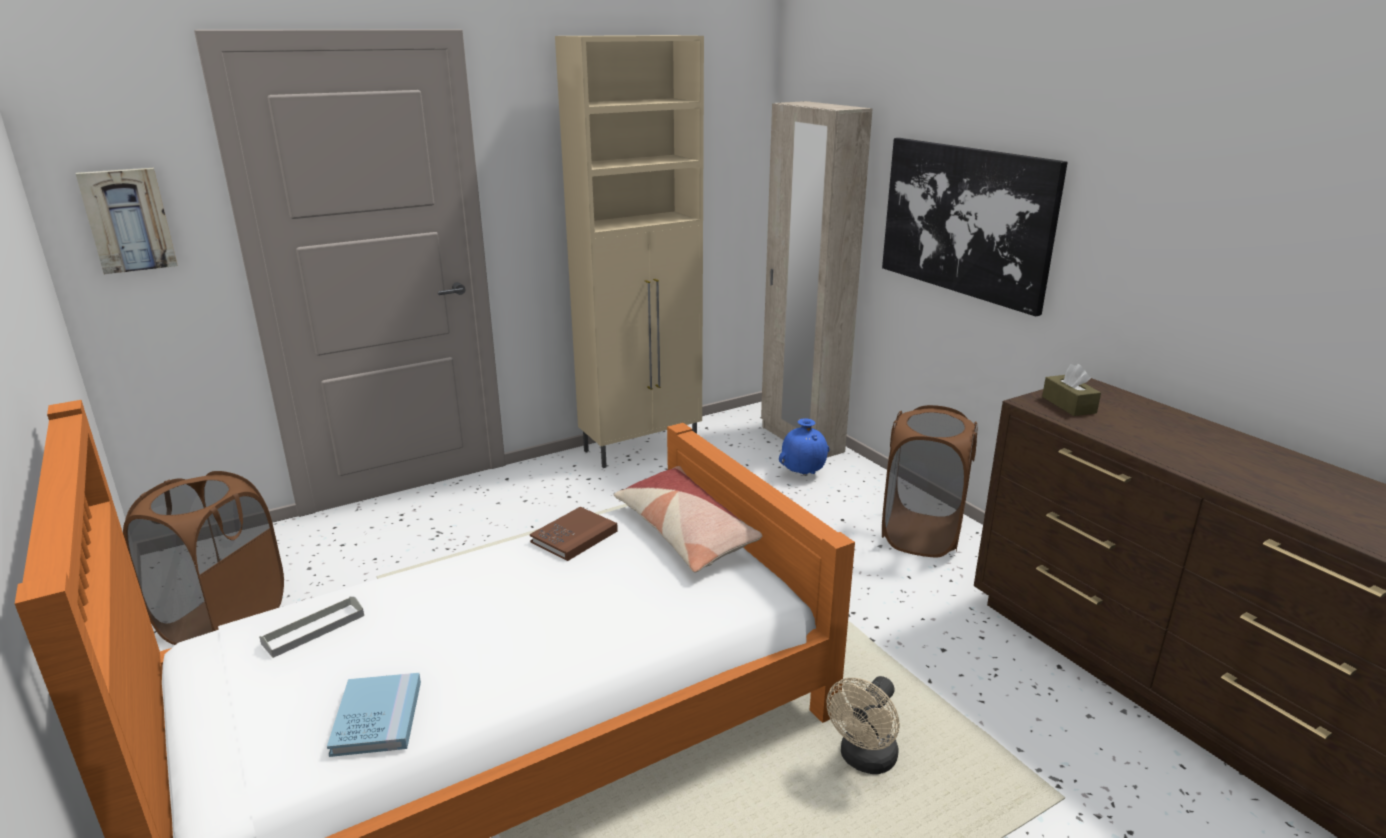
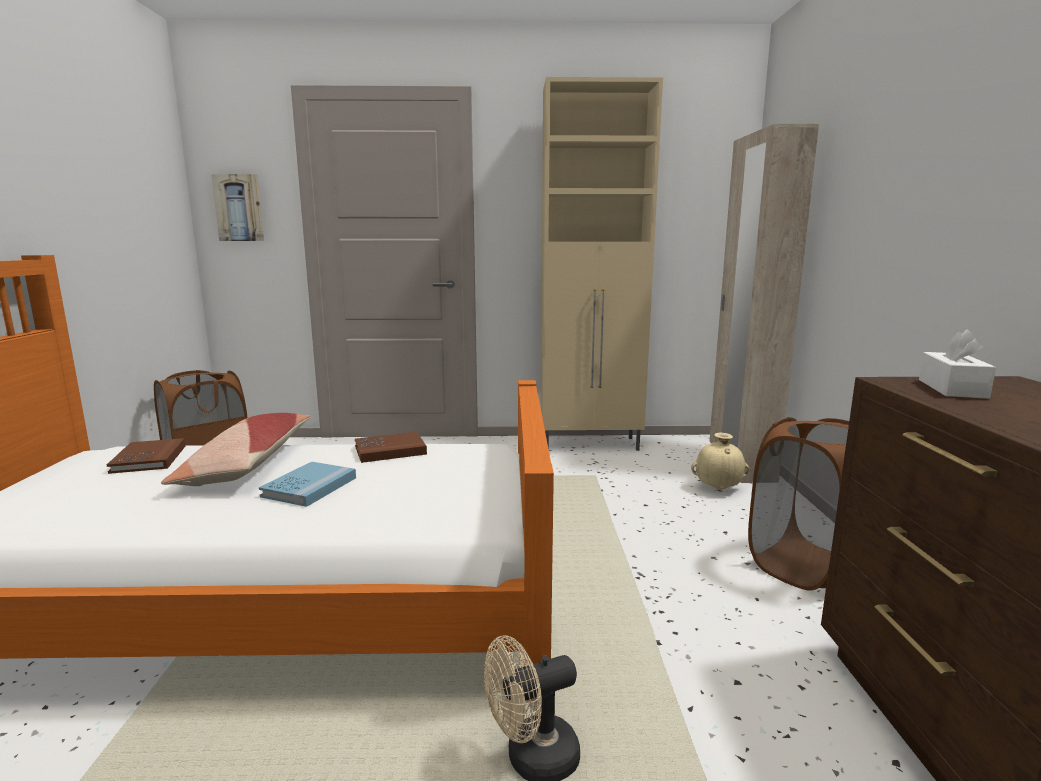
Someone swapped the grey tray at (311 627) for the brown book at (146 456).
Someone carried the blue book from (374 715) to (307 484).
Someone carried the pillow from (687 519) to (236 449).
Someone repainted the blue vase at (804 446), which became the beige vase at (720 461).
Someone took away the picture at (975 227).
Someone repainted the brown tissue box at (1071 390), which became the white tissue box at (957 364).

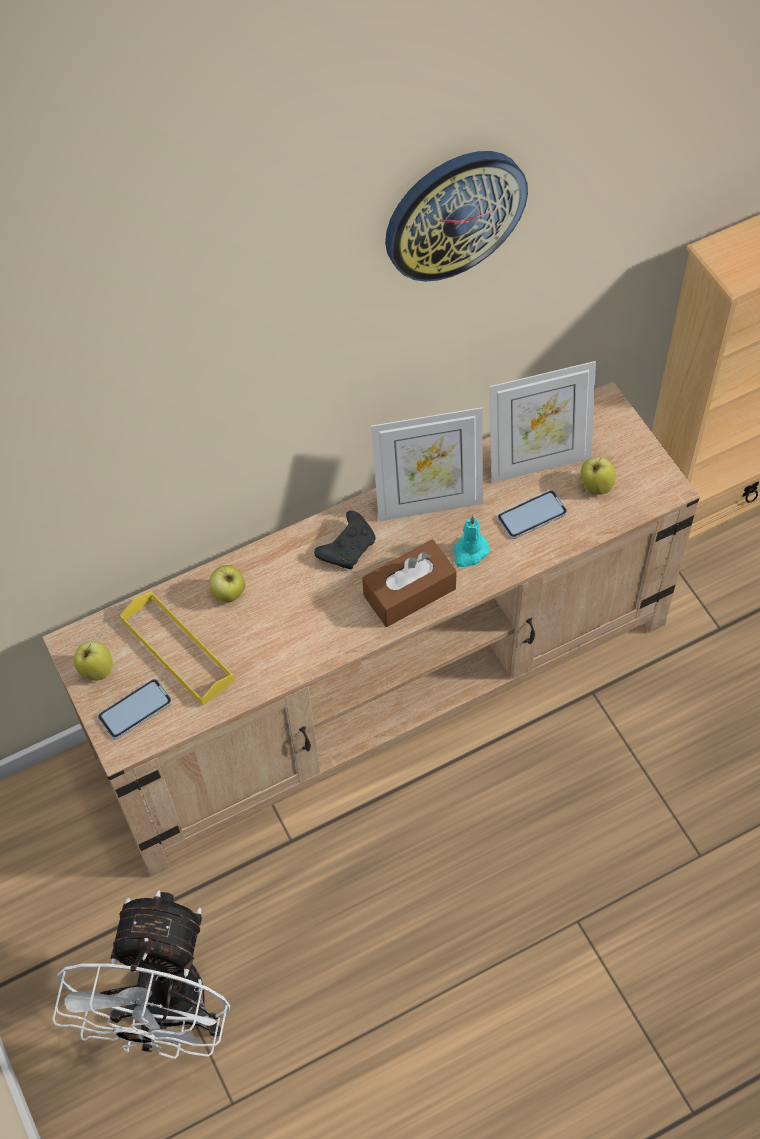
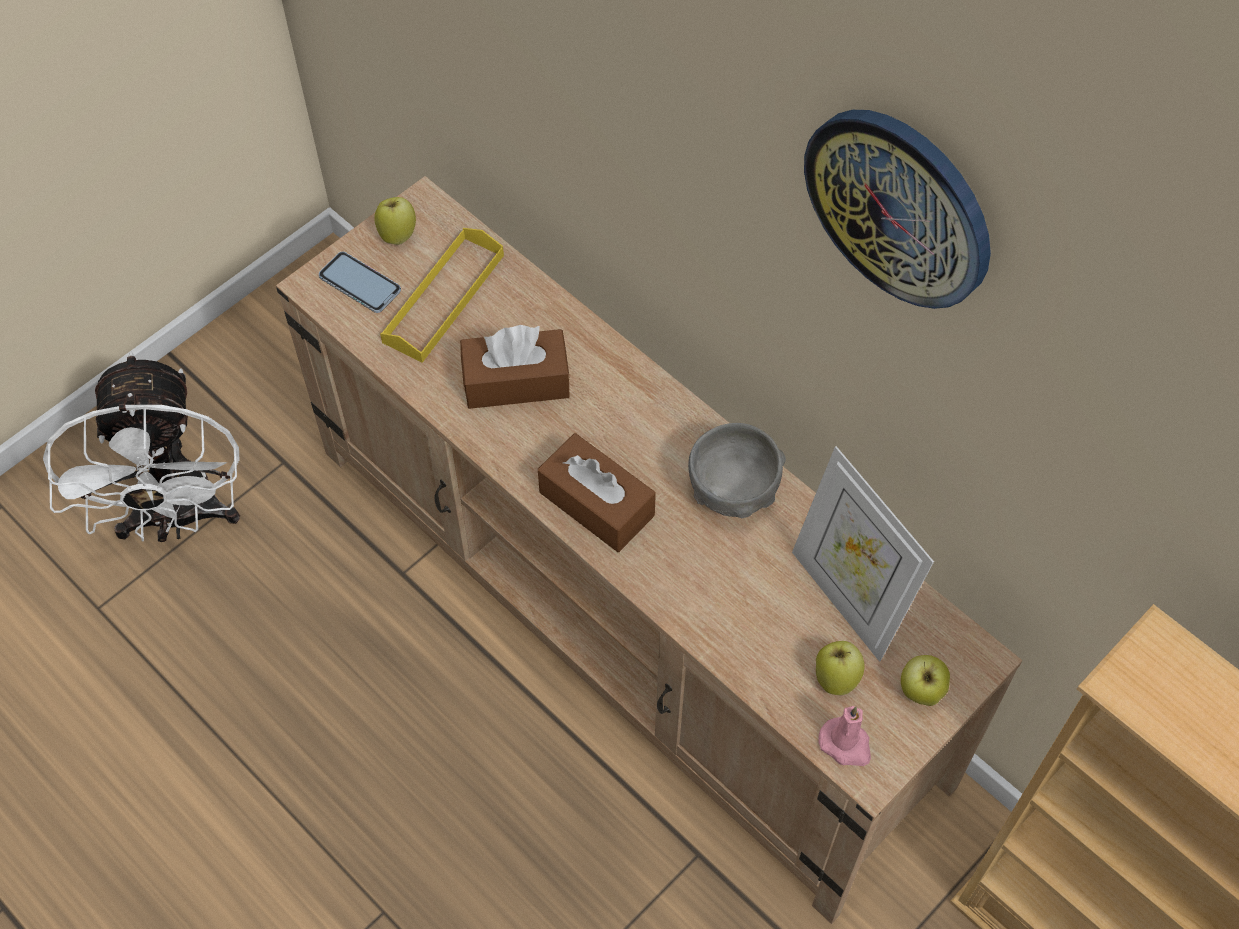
Someone rotated the white fan at (141 974) by 90 degrees counterclockwise.
Someone carried the apple from (227 583) to (925 680).
Someone took away the black game controller at (345 540).
Someone swapped the picture frame at (427 464) for the grey bowl at (737 470).
Someone took away the turquoise candle at (471 541).
Someone took away the phone at (532 514).
Someone put down the brown tissue box at (515 367).
Someone put down the pink candle at (844 736).

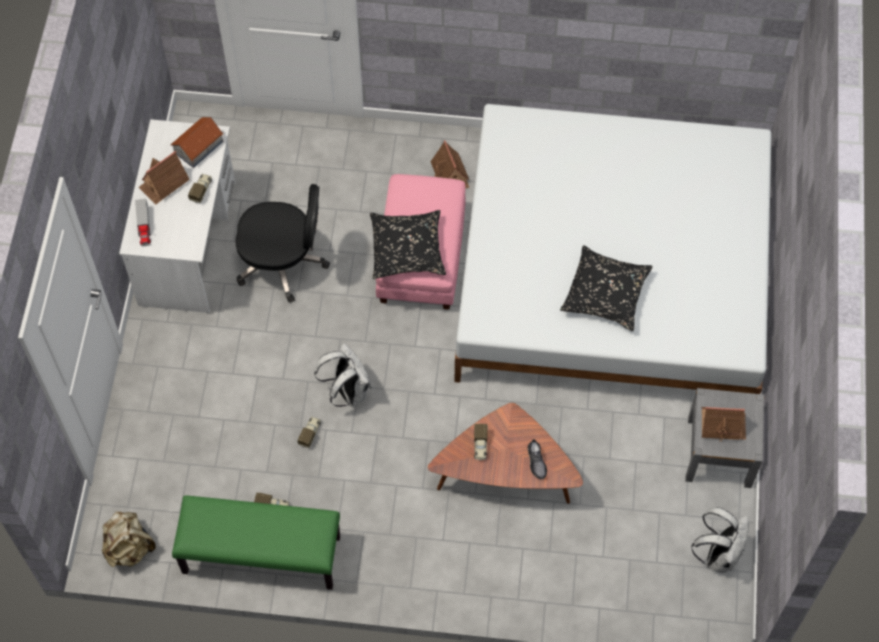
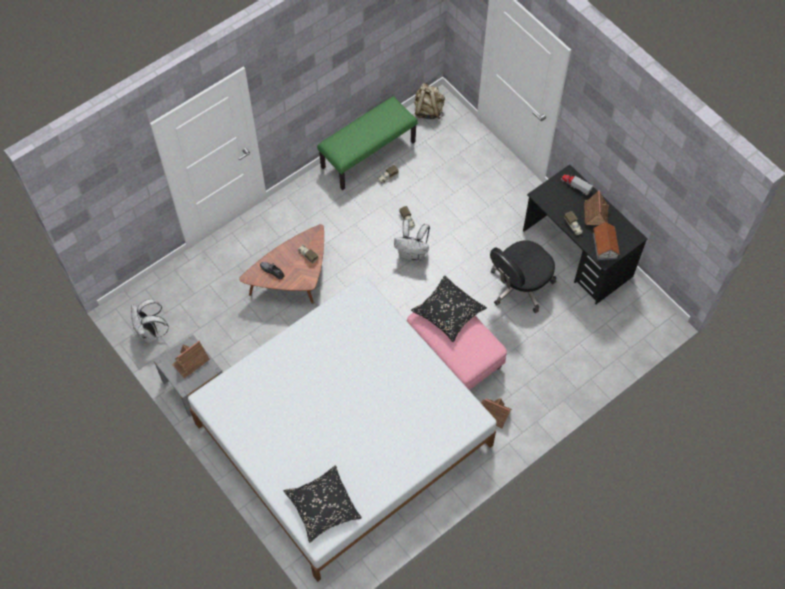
Someone repainted the white desk at (177 216), which became the black desk at (585 234).
Someone carried the black pillow from (606 288) to (323 504).

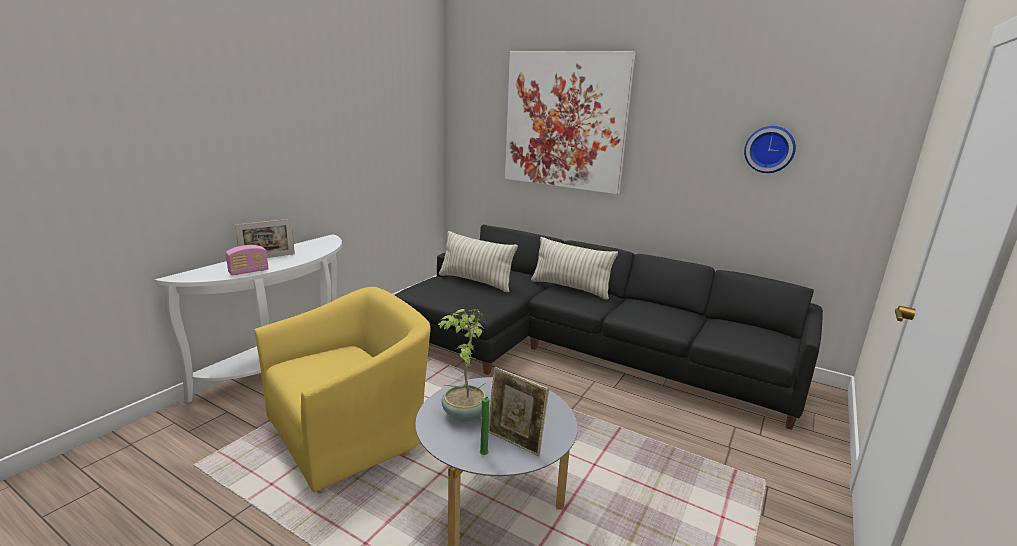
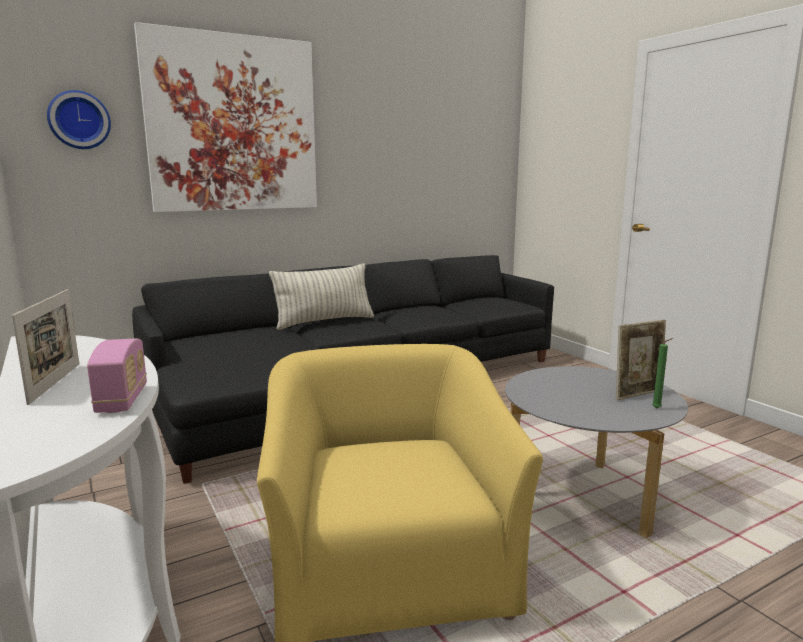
Someone took away the potted plant at (462 365).
Someone took away the pillow at (478 261).
Someone carried the wall clock from (770 149) to (79 119).

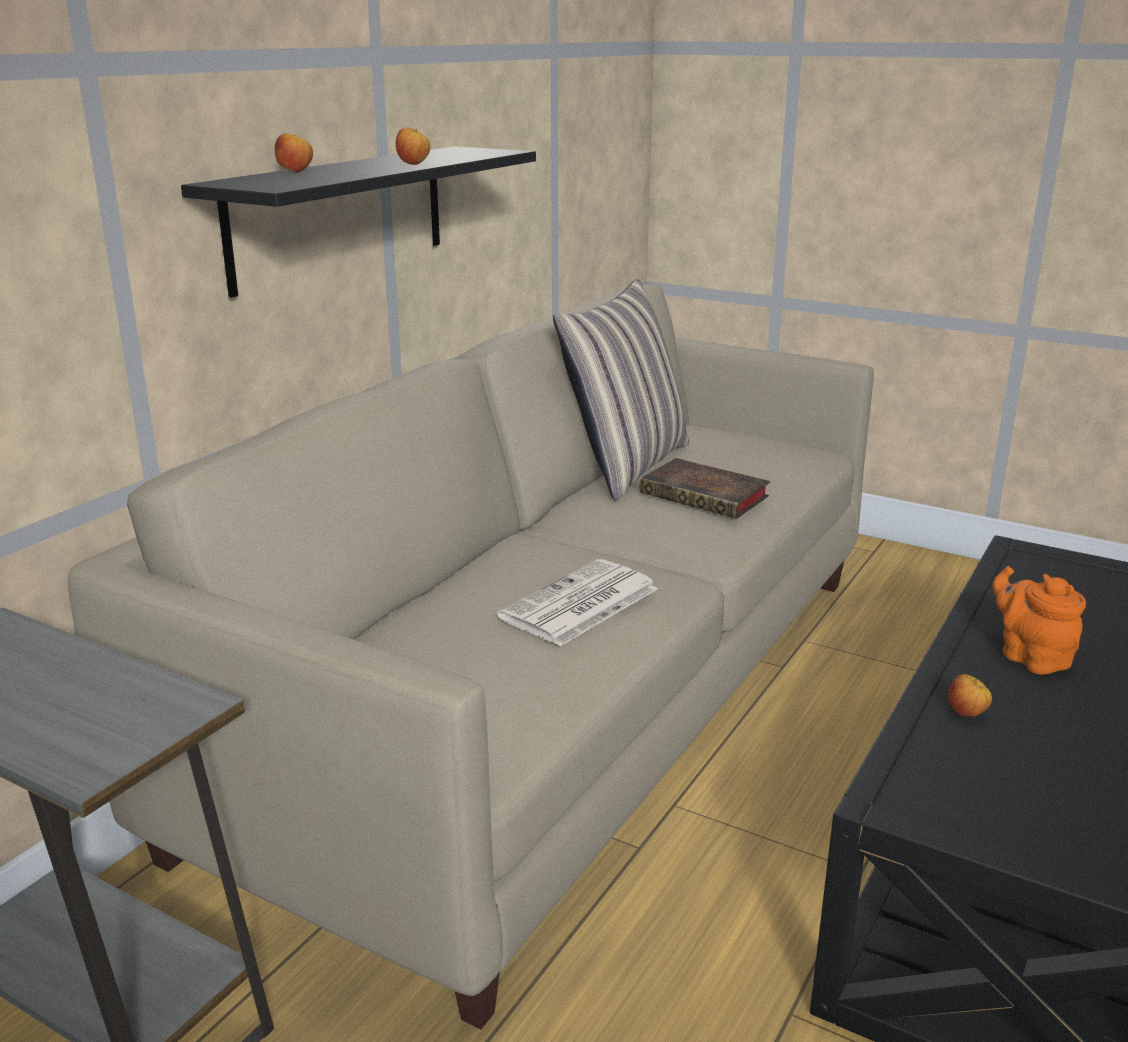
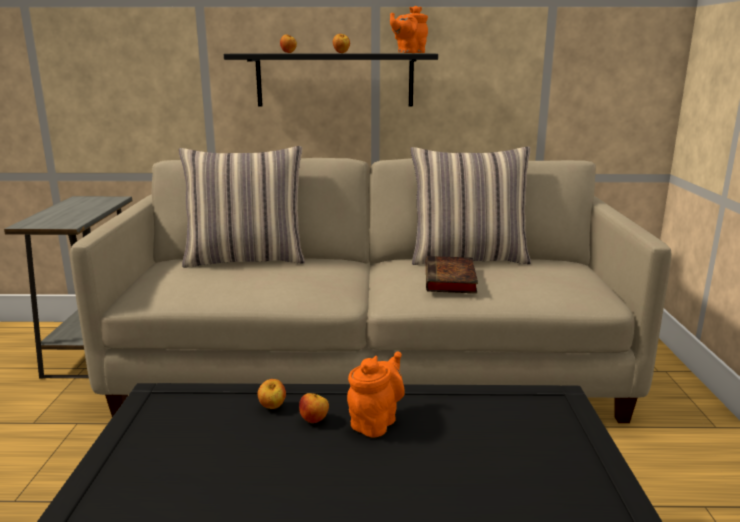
Someone took away the newspaper at (577 602).
Someone put down the pillow at (242 207).
Someone put down the apple at (314 408).
Someone put down the orange teapot at (409 29).

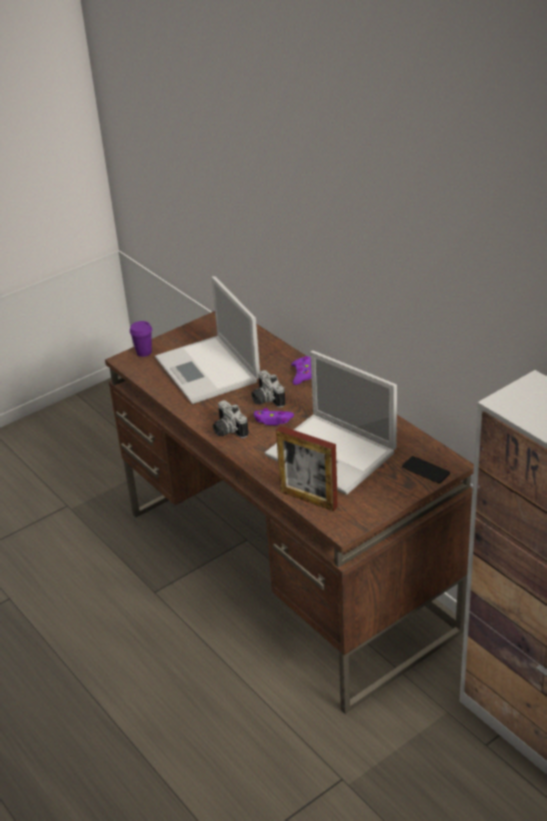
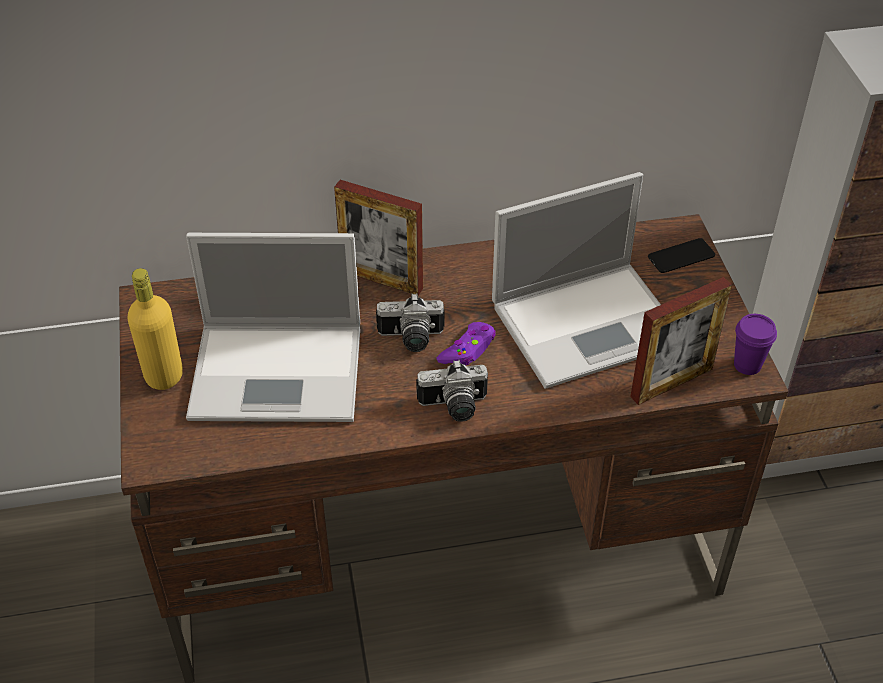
Someone carried the purple cup from (141 339) to (755 344).
Someone swapped the purple game controller at (301 370) for the picture frame at (378 237).
Someone put down the yellow bottle at (155 329).

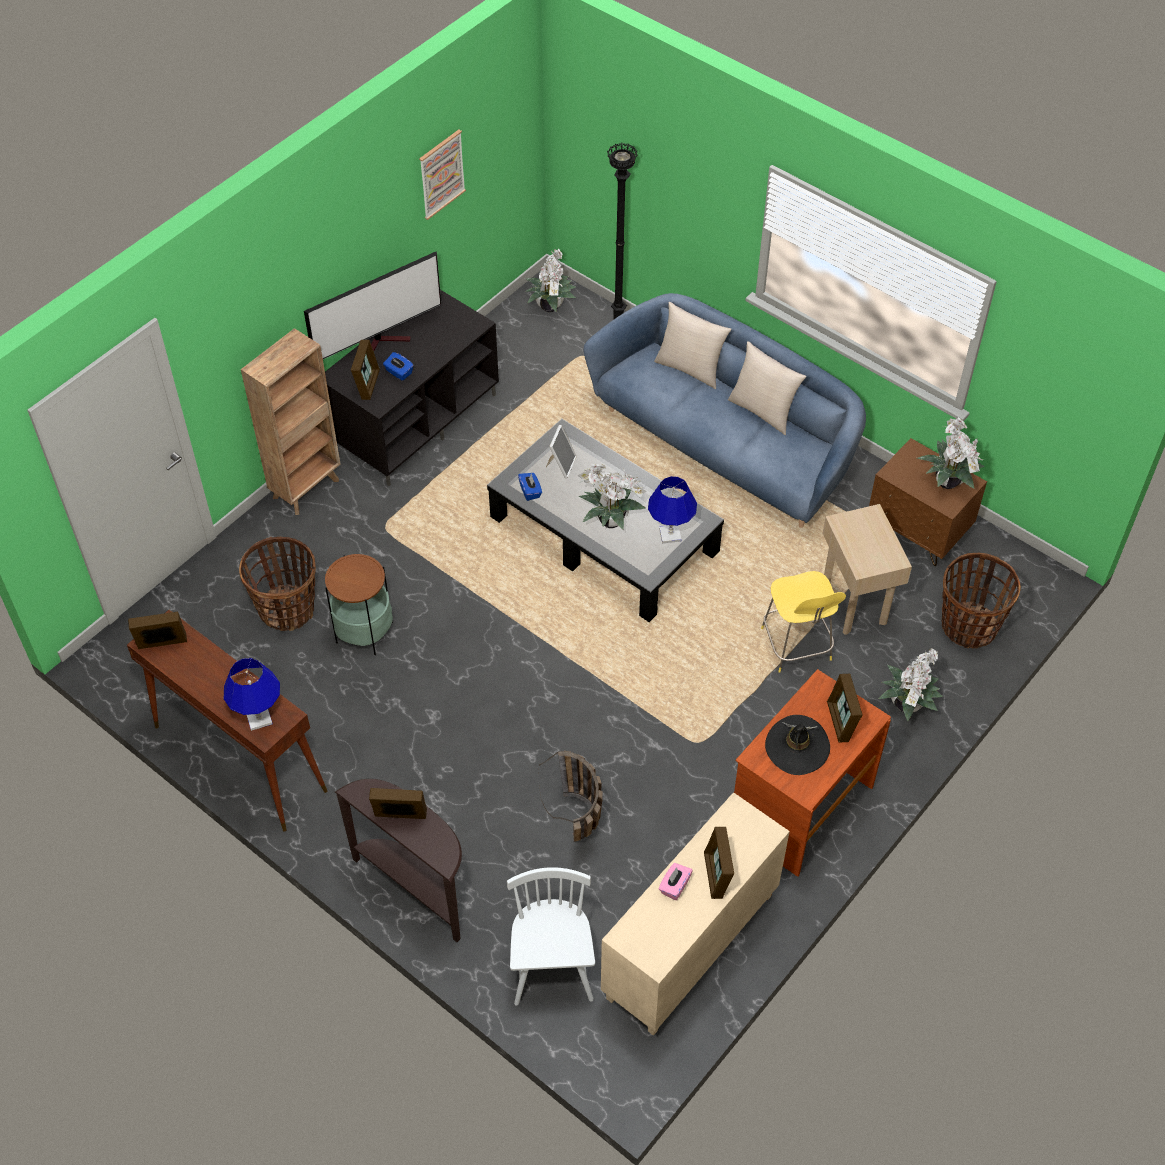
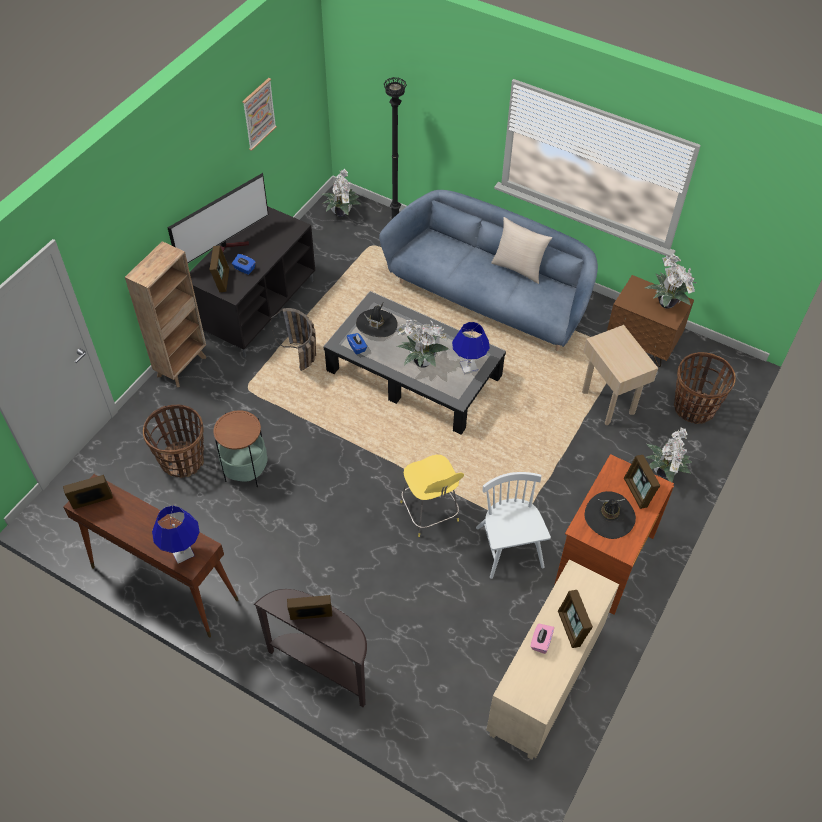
Someone carried the white chair from (551 936) to (513 525).
Someone carried the basket from (571 796) to (293 339).
Someone swapped the picture frame at (561 452) for the black hat at (376 320).
Someone took away the beige pillow at (693 345).
Someone carried the yellow stool from (803 622) to (432 496).

